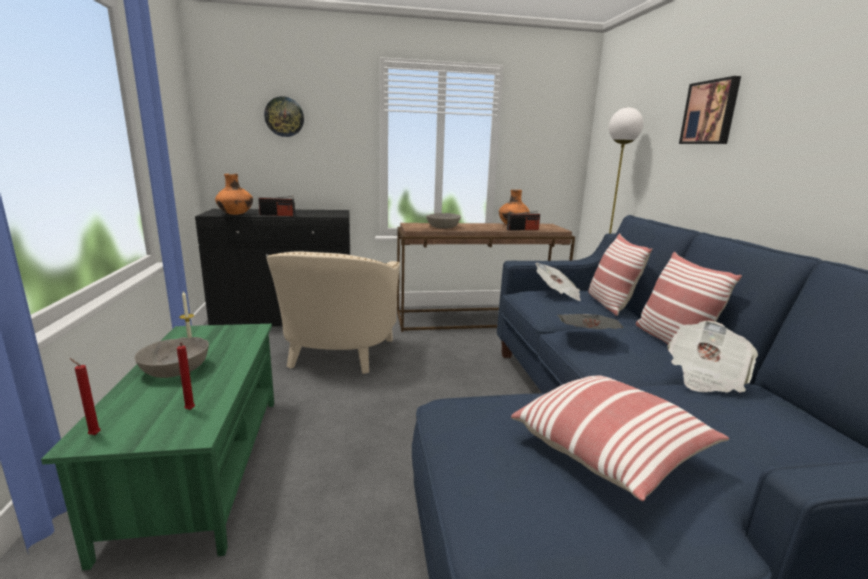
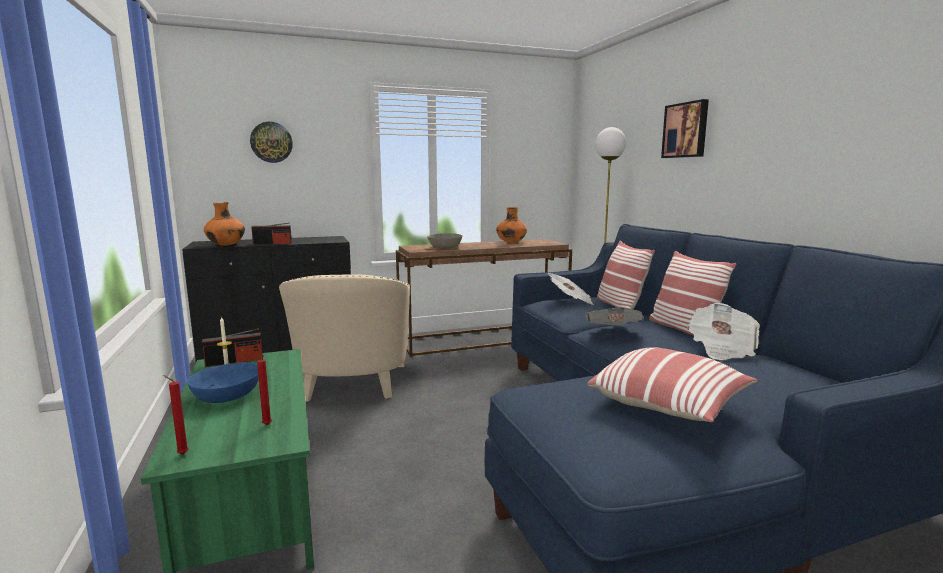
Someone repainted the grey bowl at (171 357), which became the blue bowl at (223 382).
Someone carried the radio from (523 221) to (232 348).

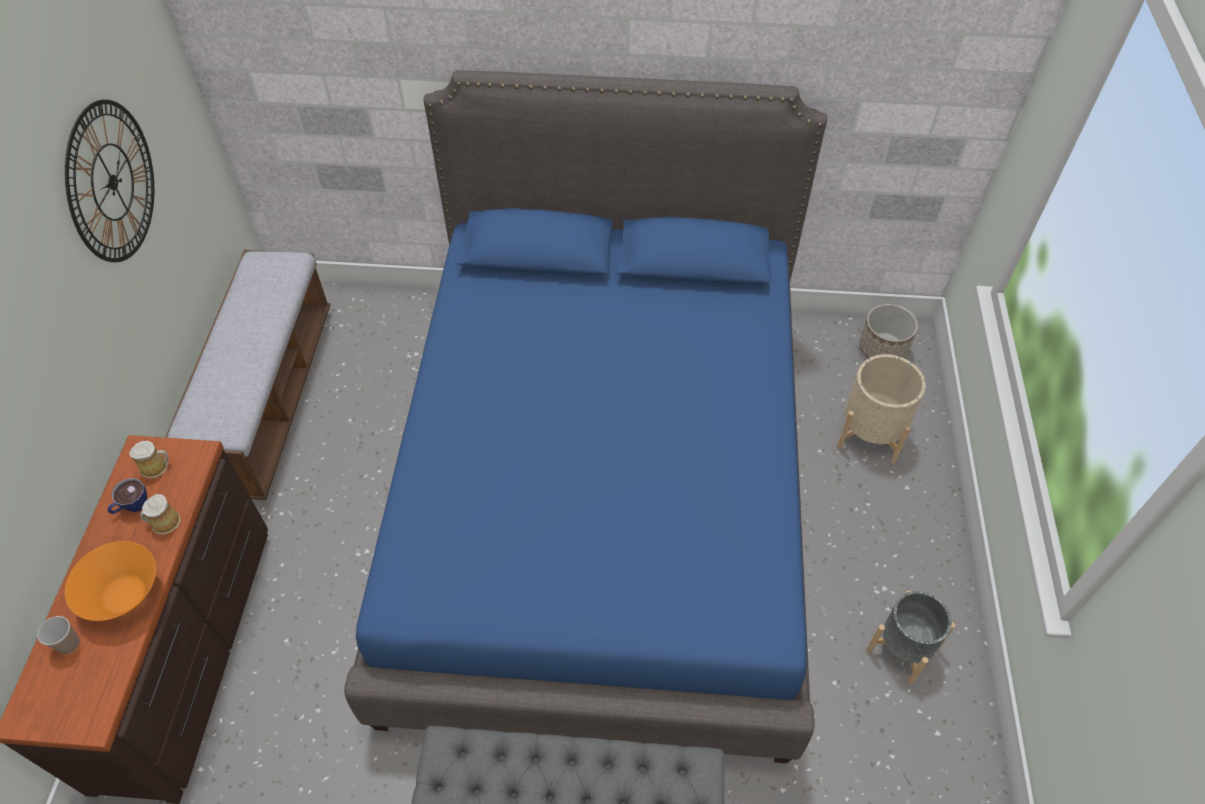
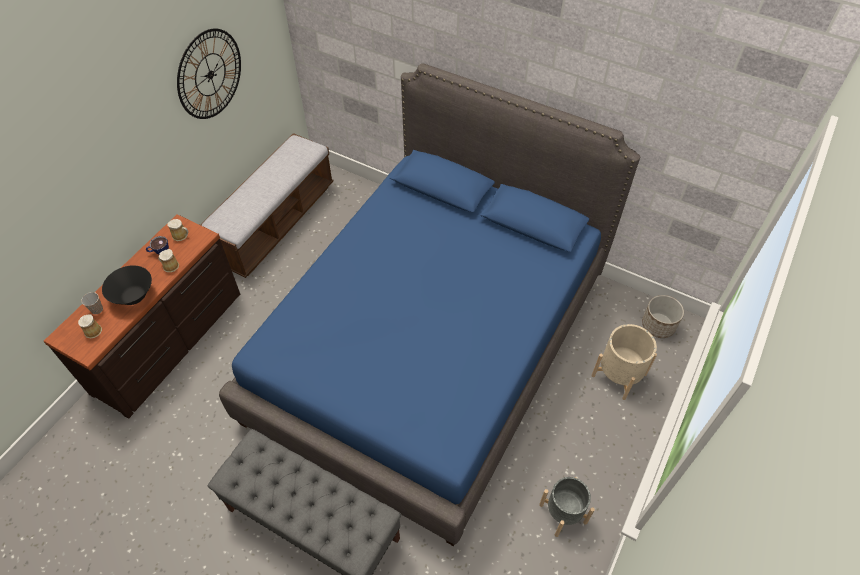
Someone repainted the orange bowl at (110 581), which became the black bowl at (127 285).
Someone put down the mug at (90 327).

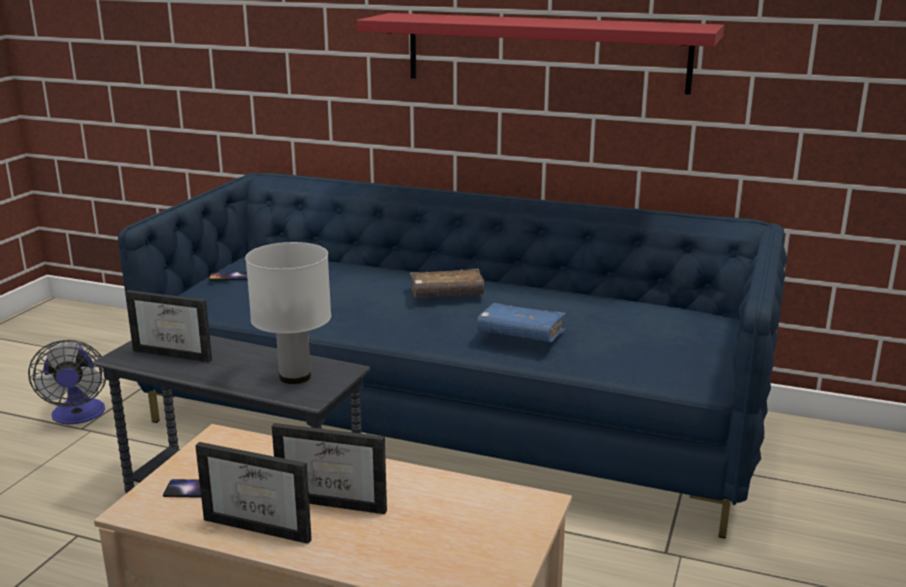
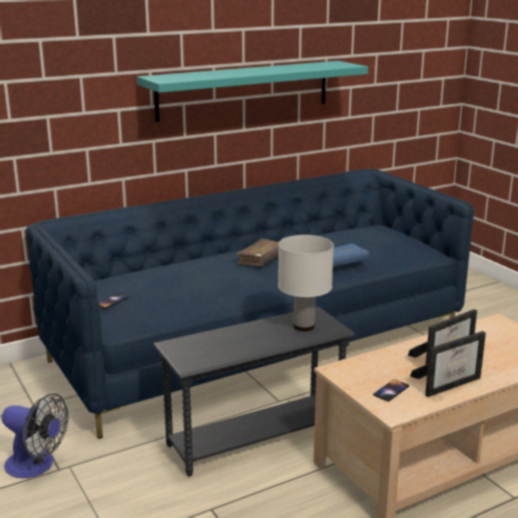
Someone took away the picture frame at (168 326).
Someone repainted the red shelf at (540 54), which became the turquoise shelf at (252 91).

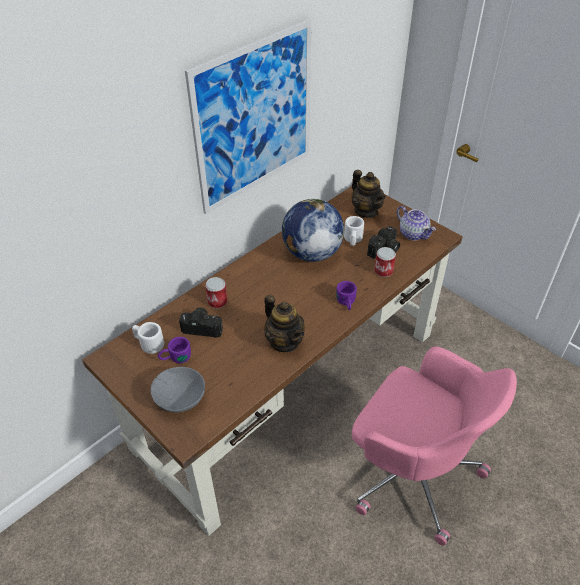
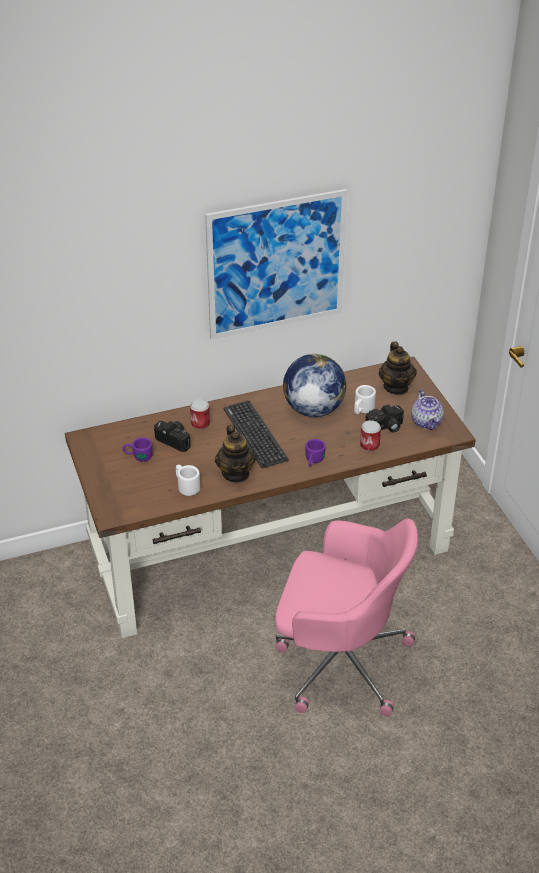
Someone carried the white mug from (148 338) to (188 480).
Someone took away the grey bowl at (178 389).
Someone rotated the pink office chair at (434 445) by 45 degrees counterclockwise.
Someone put down the keyboard at (256 434).

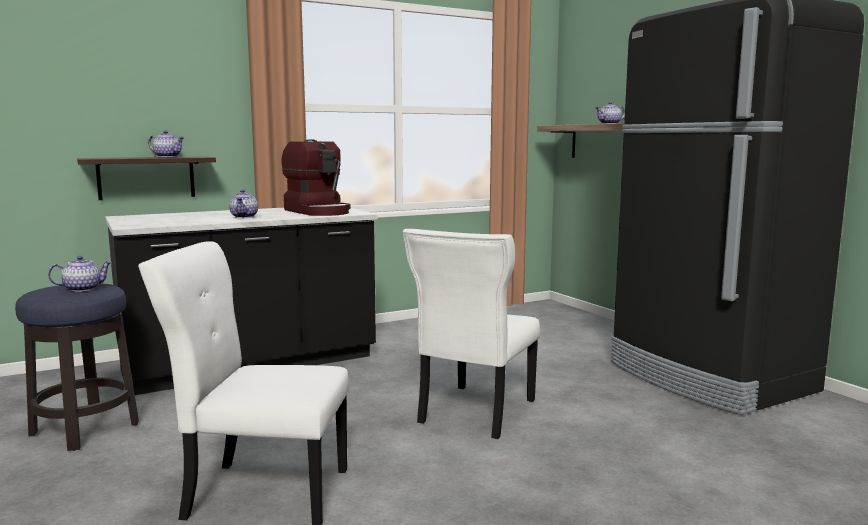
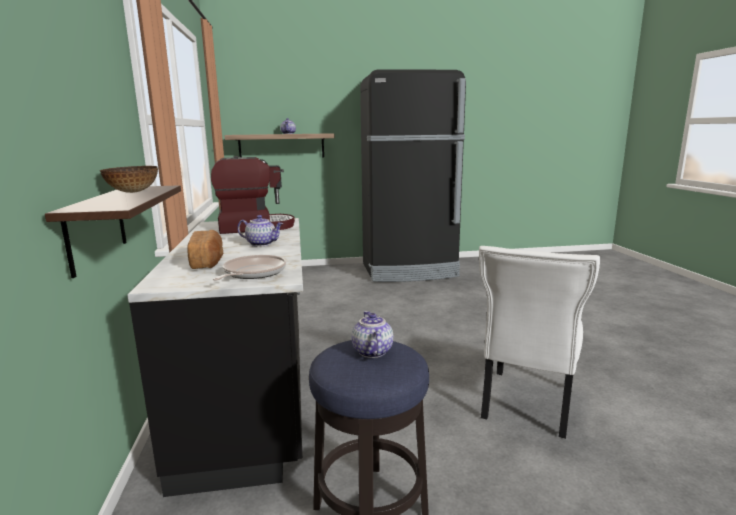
Someone swapped the teapot at (166 144) for the bowl at (129 179).
Someone took away the white chair at (471 334).
Someone put down the bread at (205 249).
Someone put down the frying pan at (249 268).

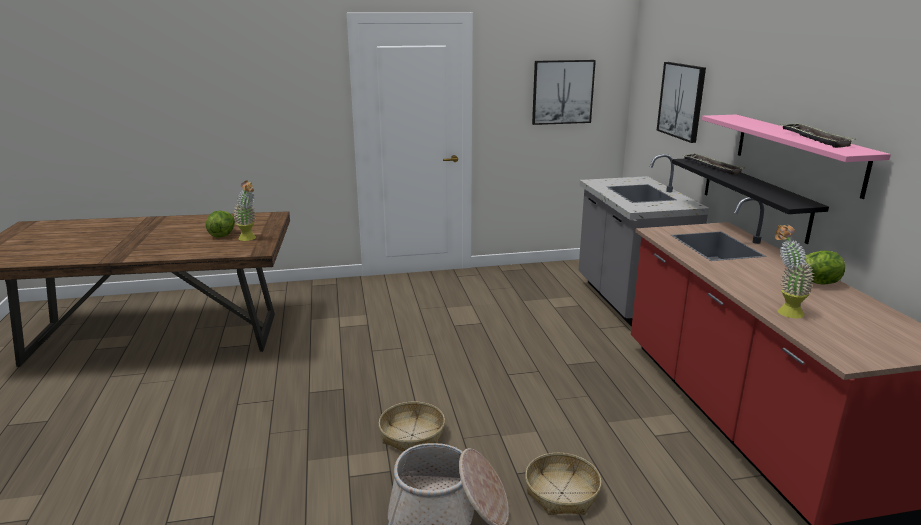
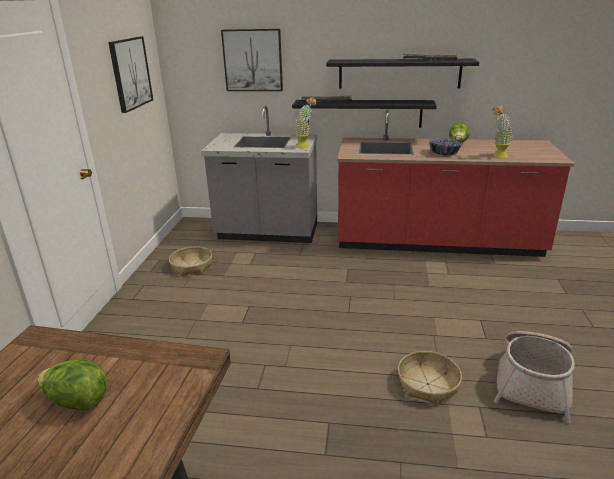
Someone carried the potted plant from (244 210) to (306 122).
Someone carried the basket from (563 484) to (190 261).
Someone repainted the pink shelf at (796 157), which became the black shelf at (402 74).
Someone put down the bowl at (445 147).

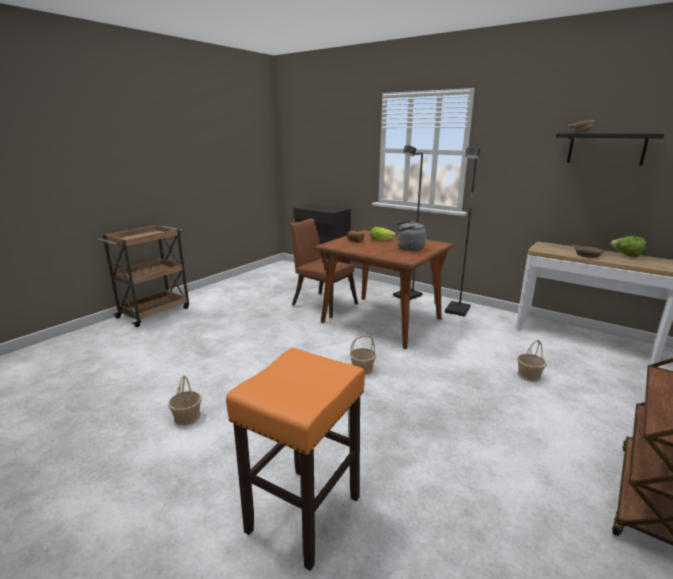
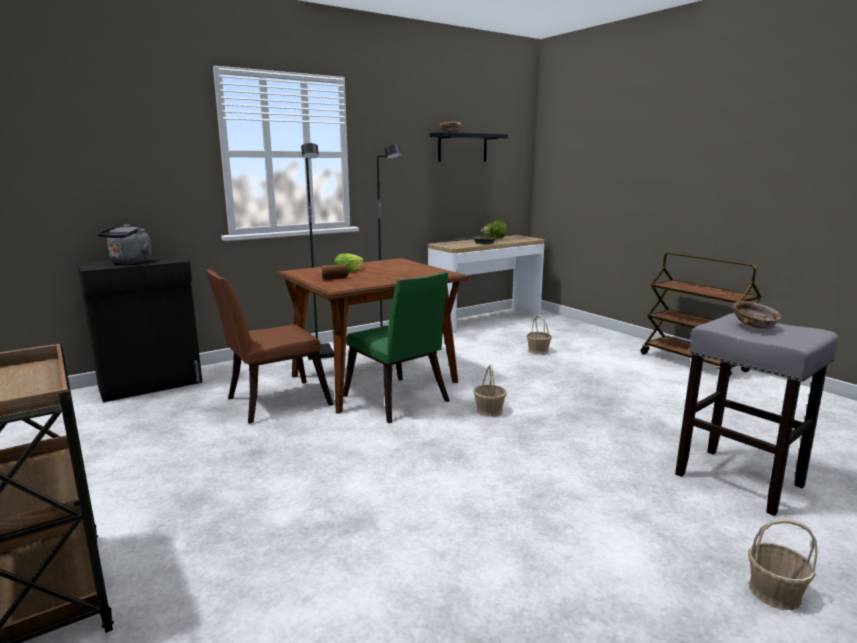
Someone carried the basket from (184 400) to (783 564).
Someone repainted the orange stool at (295 459), which became the grey stool at (757 414).
Someone carried the grey kettle from (410 236) to (124 244).
Someone put down the green chair at (396 347).
Someone put down the brown bowl at (757 315).

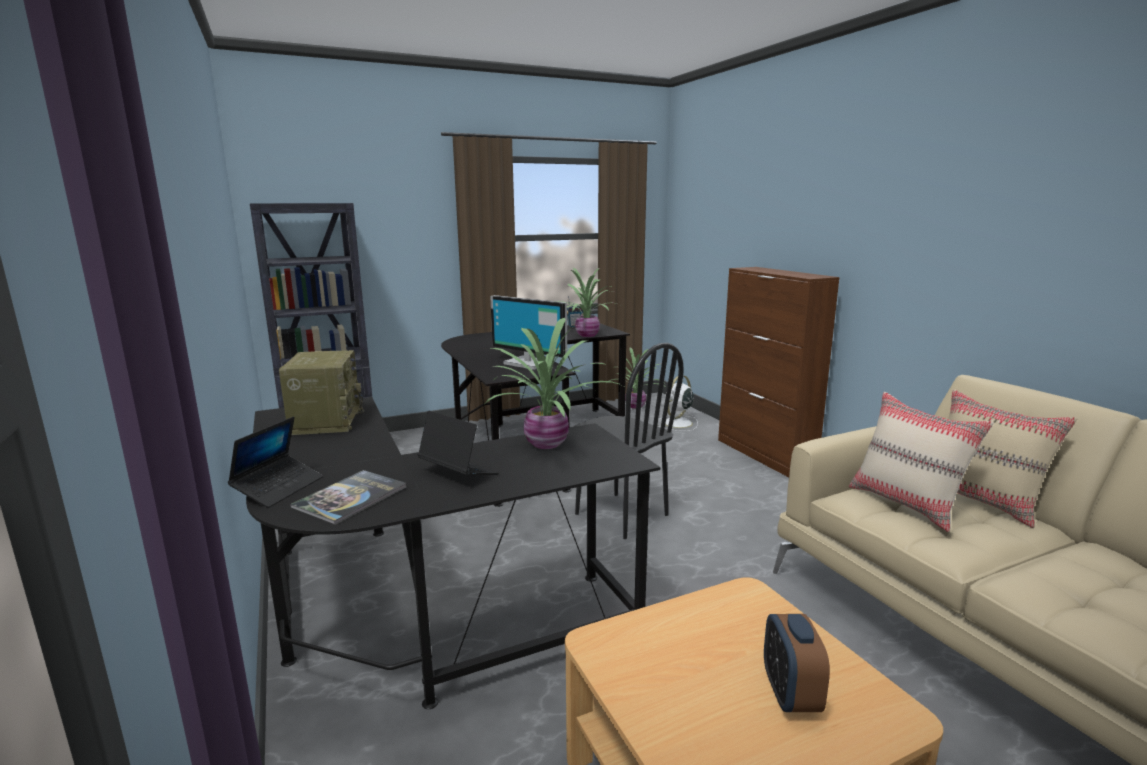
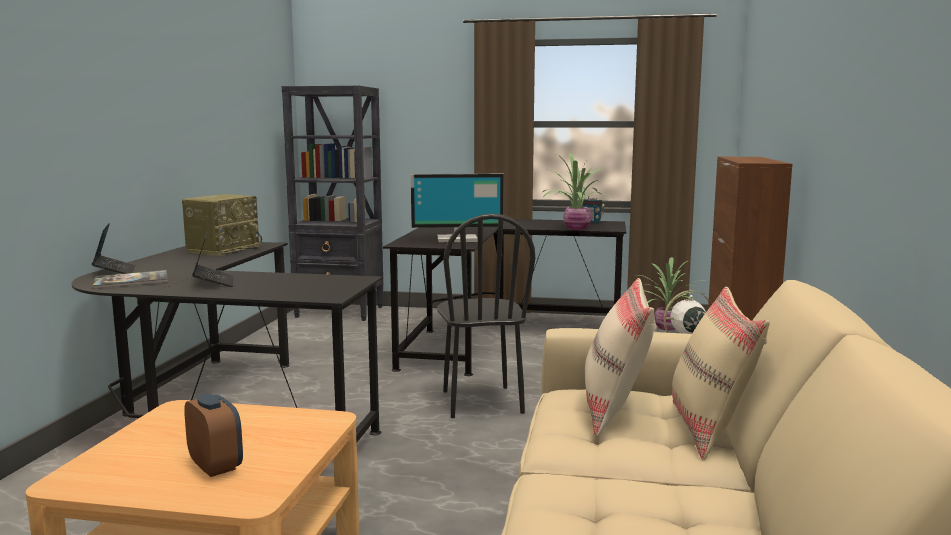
Someone rotated the laptop at (275 462) by 75 degrees counterclockwise.
Someone took away the potted plant at (553 383).
Someone rotated the monitor at (528 332) by 75 degrees counterclockwise.
Someone rotated the alarm clock at (797 663) by 105 degrees clockwise.

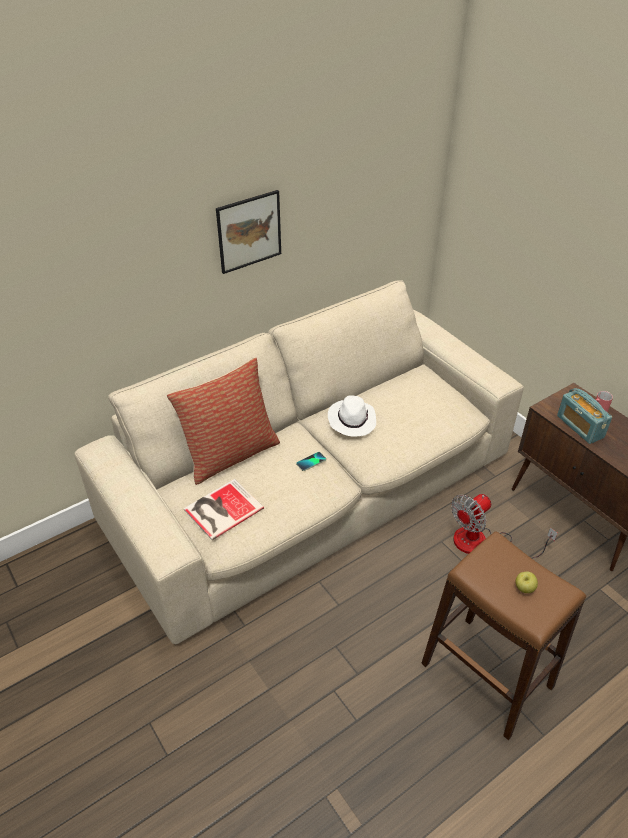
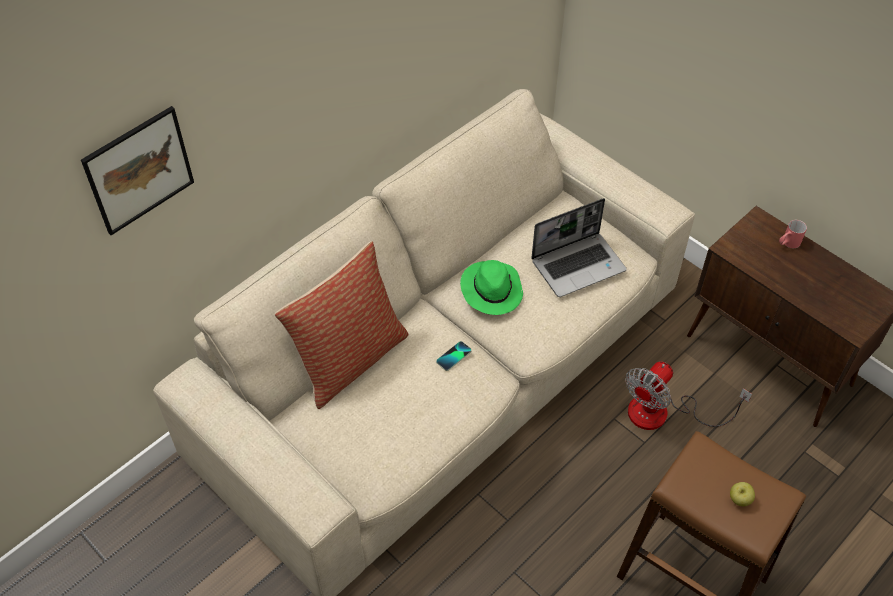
Someone took away the book at (224 509).
Someone carried the picture from (248 232) to (137 170).
Someone repainted the white hat at (352 416), which became the green hat at (491 287).
Someone took away the radio at (584 416).
Someone put down the laptop at (579 247).

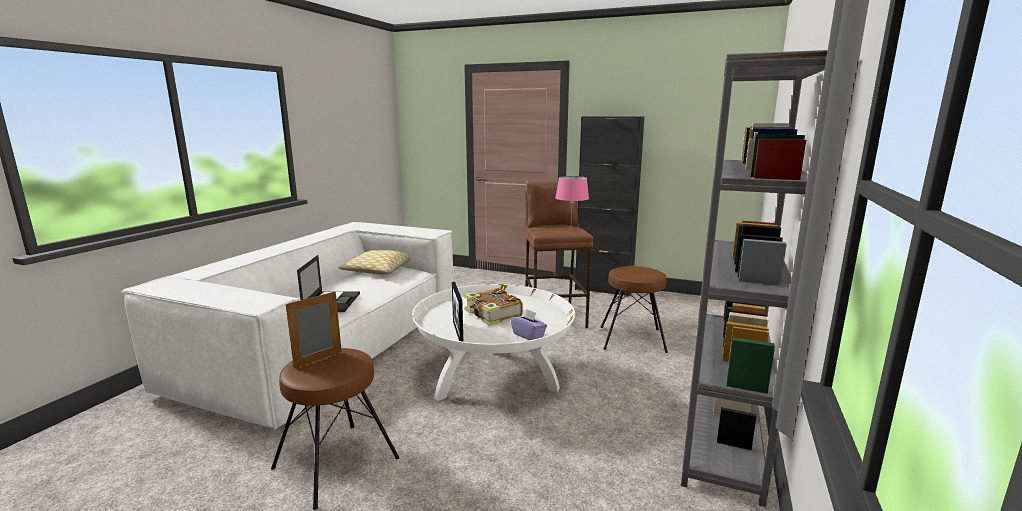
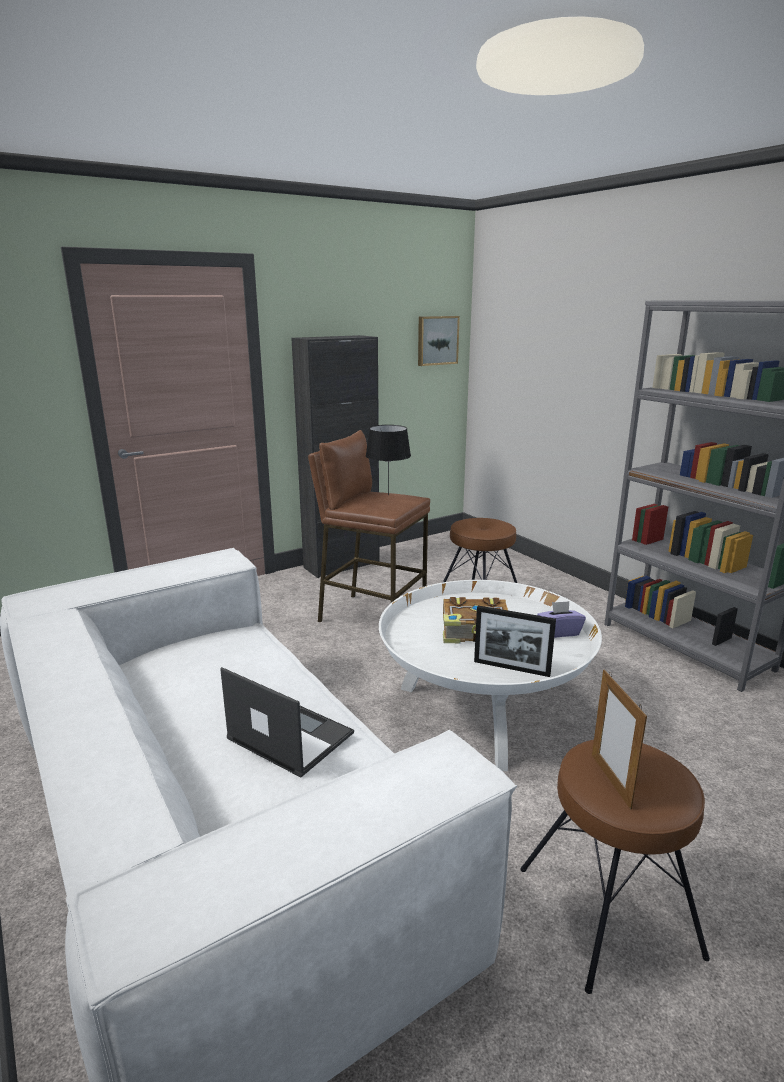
Someone took away the pillow at (374 262).
Someone repainted the pink table lamp at (572 200), which became the black table lamp at (388 460).
Someone put up the picture at (439 341).

